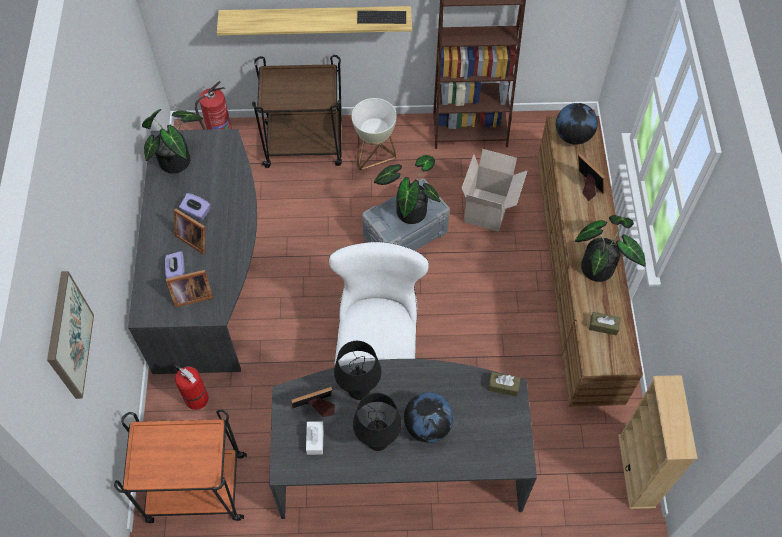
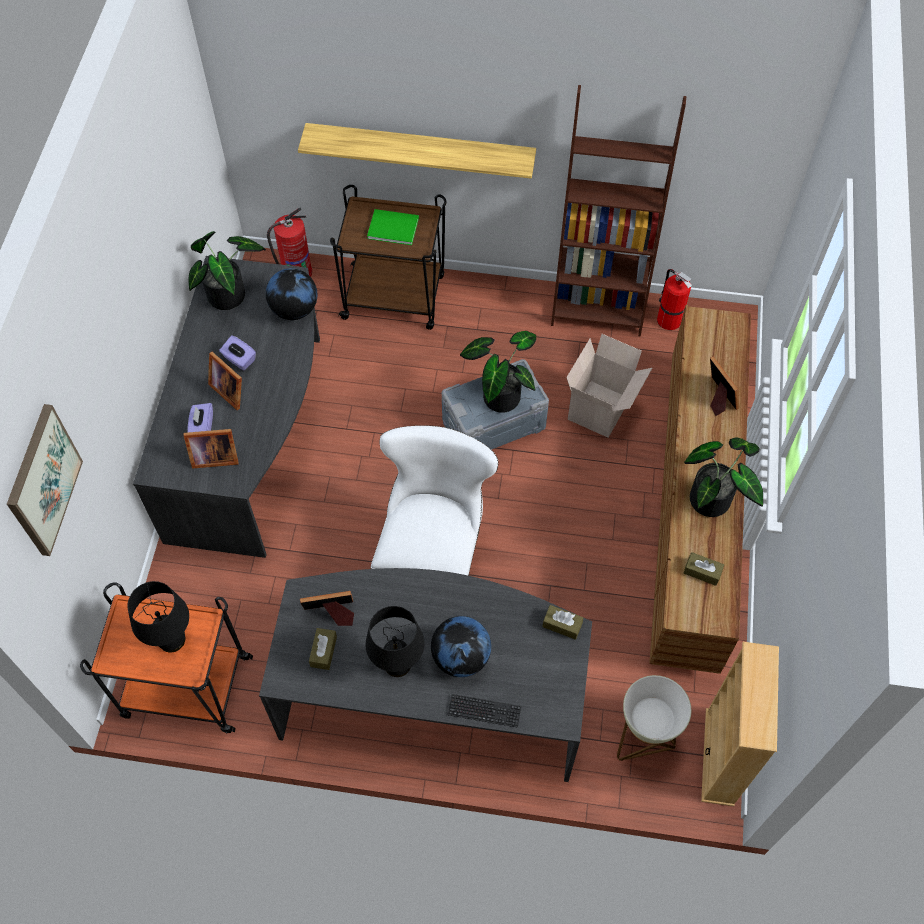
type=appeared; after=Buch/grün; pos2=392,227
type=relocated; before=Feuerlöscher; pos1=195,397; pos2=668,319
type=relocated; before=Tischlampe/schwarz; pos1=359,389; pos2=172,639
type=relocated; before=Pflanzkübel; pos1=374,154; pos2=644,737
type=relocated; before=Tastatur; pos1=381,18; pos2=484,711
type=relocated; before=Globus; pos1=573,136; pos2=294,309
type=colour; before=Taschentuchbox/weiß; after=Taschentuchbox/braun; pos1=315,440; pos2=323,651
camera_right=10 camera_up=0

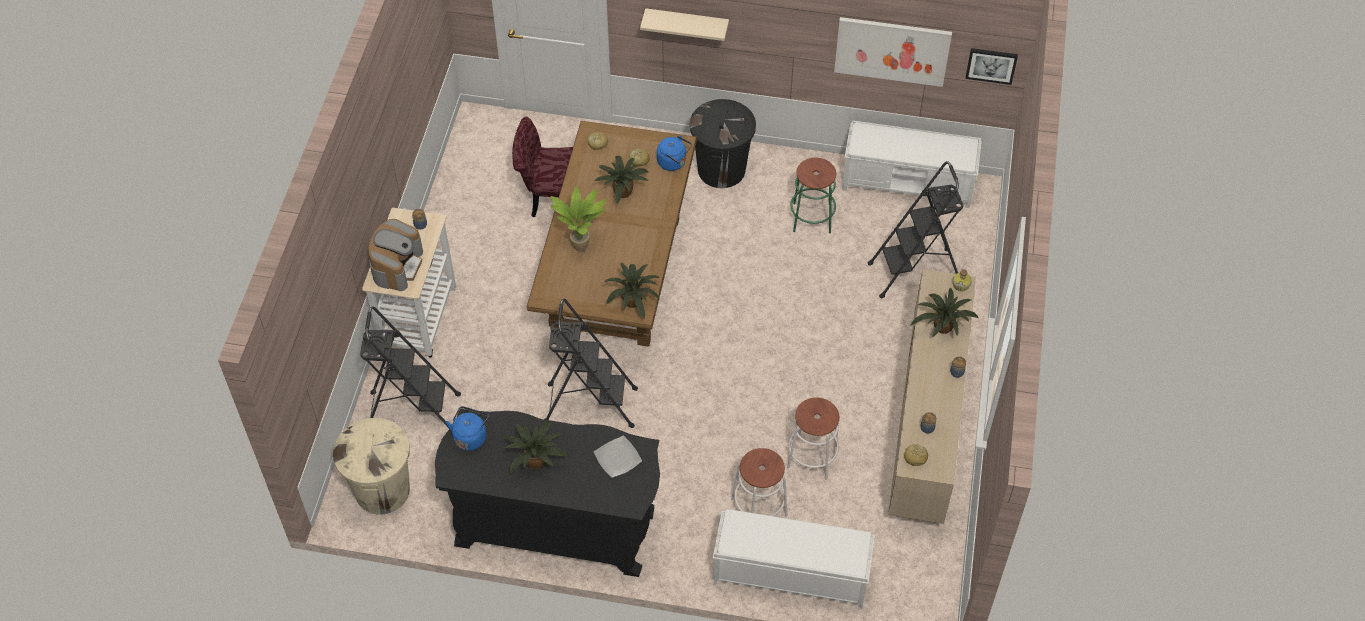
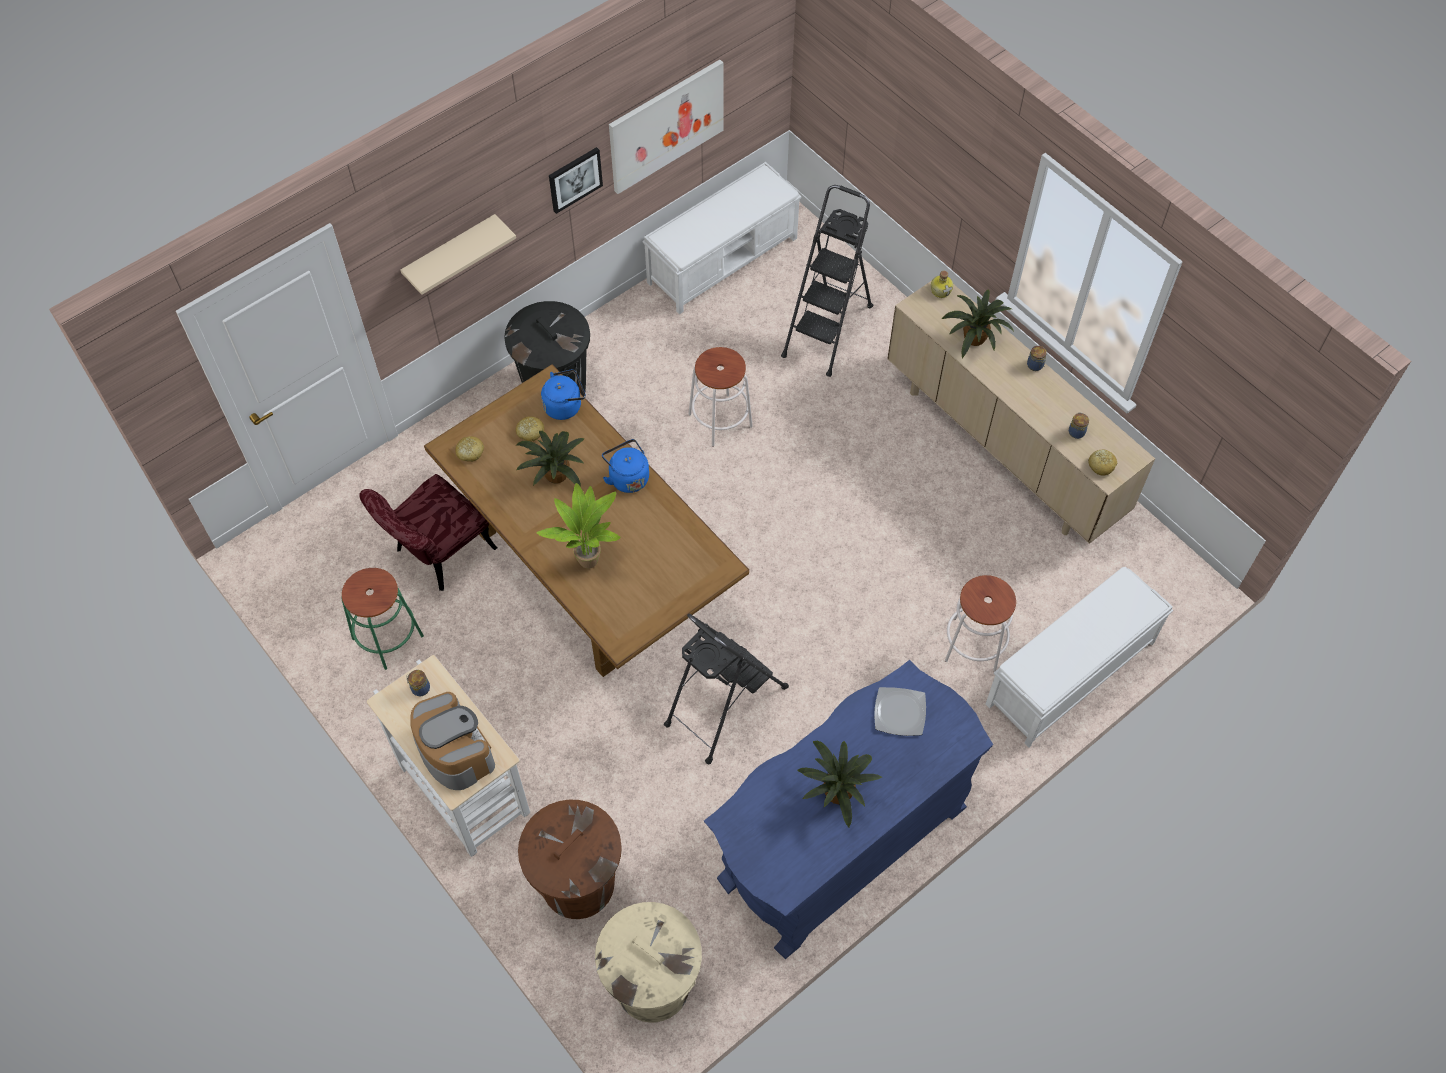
type=missing; before=Topfpflanze; pos1=633,302
type=relocated; before=Wasserkessel/blau; pos1=470,436; pos2=627,477
type=relocated; before=Hocker/weiß; pos1=812,457; pos2=720,420
type=relocated; before=Hocker/grün; pos1=812,218; pos2=388,637
type=relocated; before=Bild; pos1=991,65; pos2=574,179
type=exchanged; before=Trittleiter; after=Mülleimer/braun; pos1=411,411; pos2=577,883
type=colour; before=Kommode/schwarz; after=Kommode/blau; pos1=556,522; pos2=838,838
camera_right=-50 camera_up=5

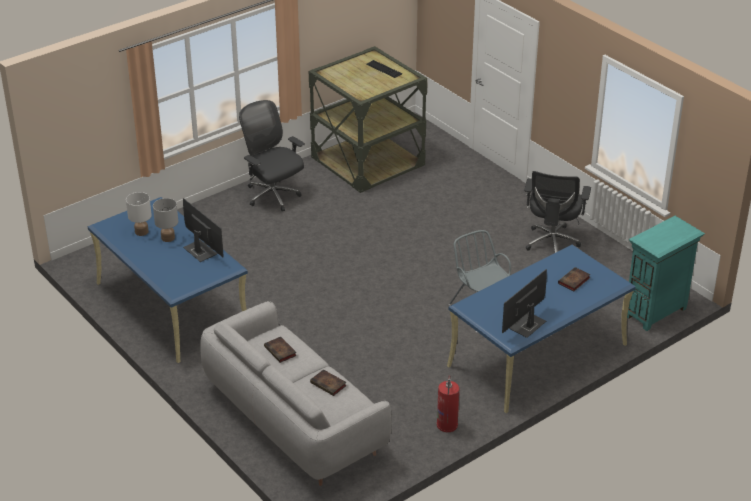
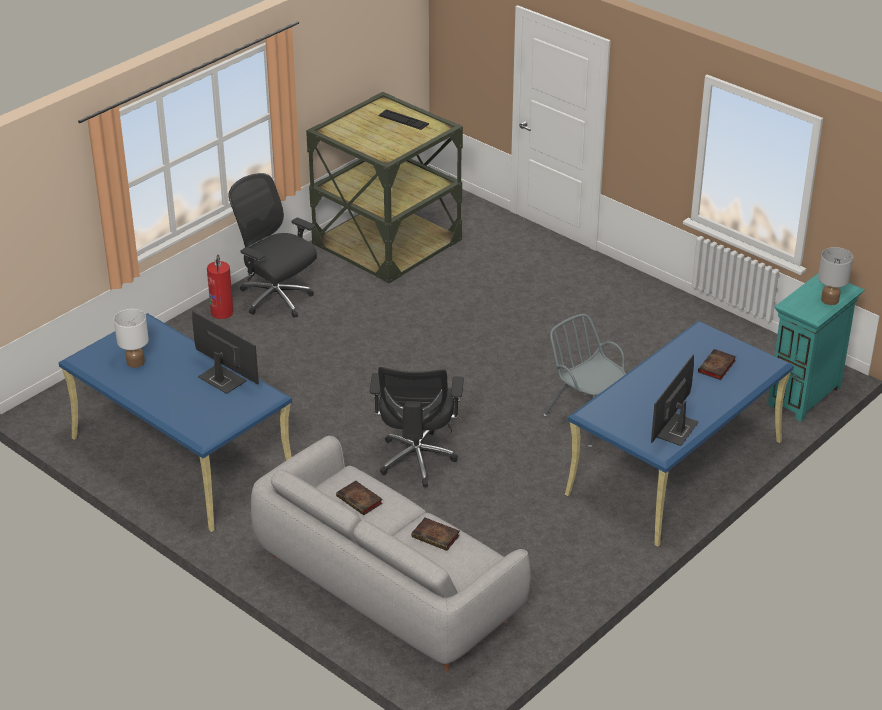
type=relocated; before=Tischlampe/grau; pos1=168,238; pos2=830,300
type=relocated; before=Feuerlöscher; pos1=447,424; pos2=222,312
type=relocated; before=Bürostuhl; pos1=552,242; pos2=416,458
camera_right=-10 camera_up=0

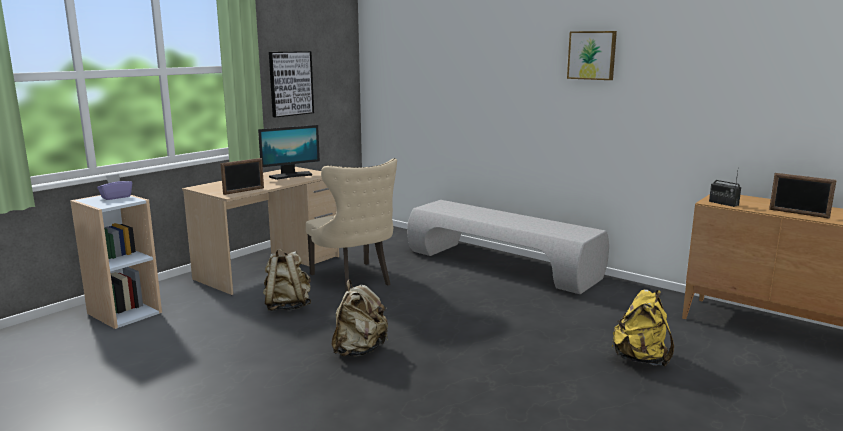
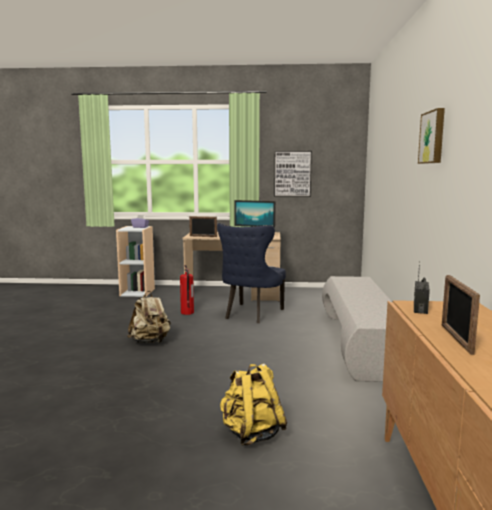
type=exchanged; before=Rucksack/beige; after=Feuerlöscher; pos1=287,306; pos2=187,312
type=colour; before=Stuhl/beige; after=Stuhl/blau; pos1=354,279; pos2=251,314
camera_right=55 camera_up=-5

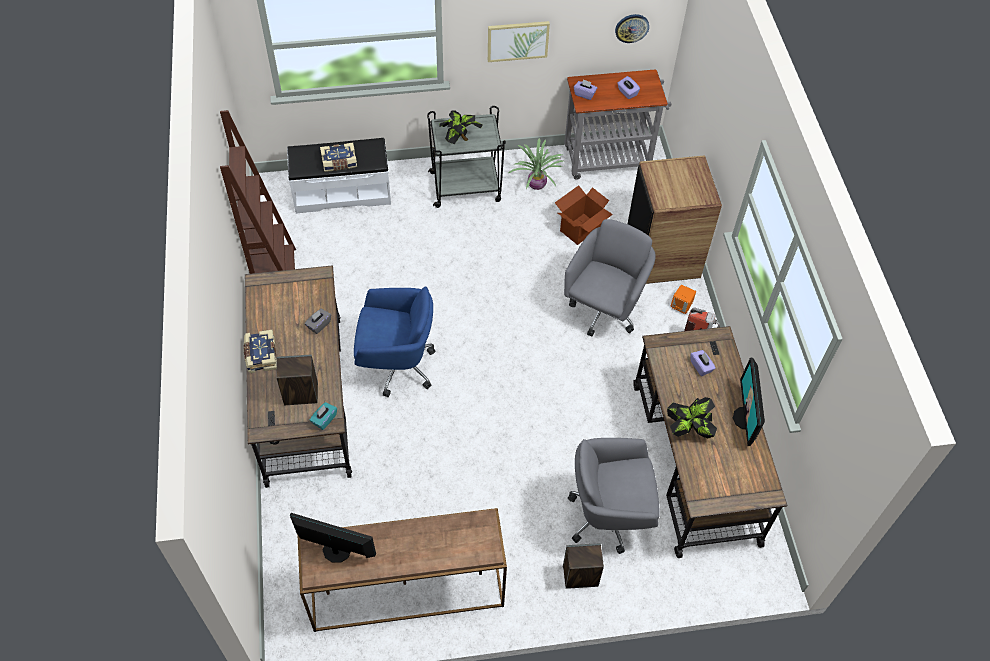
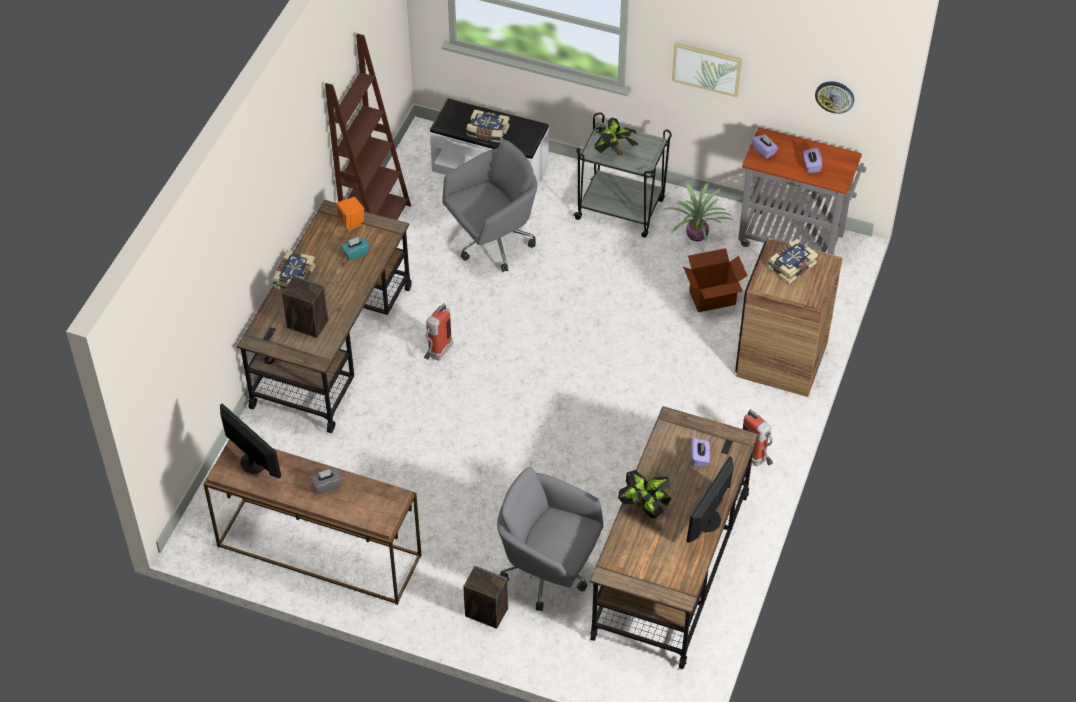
type=appeared; after=Buch; pos2=790,265
type=relocated; before=Taschentuchbox/grau; pos1=319,325; pos2=327,485
type=relocated; before=Taschentuchbox/türkis; pos1=324,419; pos2=355,253
type=relocated; before=Bürostuhl/grau; pos1=603,313; pos2=492,246
type=relocated; before=Lautsprecher/orange; pos1=681,306; pos2=351,222
type=exchanged; before=Bürostuhl/blau; after=Feuerlöscher; pos1=397,367; pos2=437,354
camera_right=30 camera_up=-5

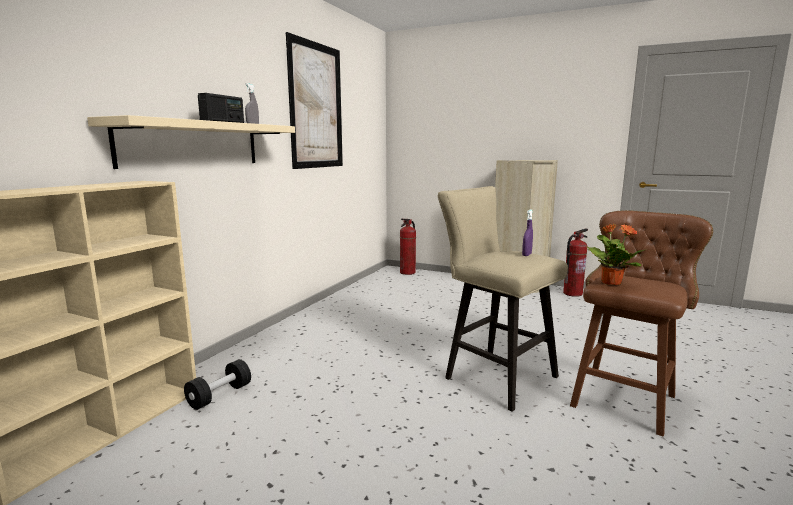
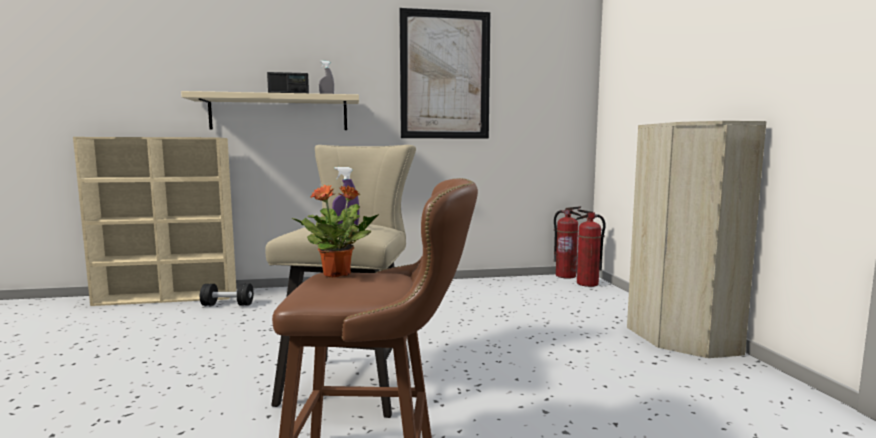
type=relocated; before=Feuerlöscher; pos1=572,293; pos2=565,276
camera_right=55 camera_up=-5

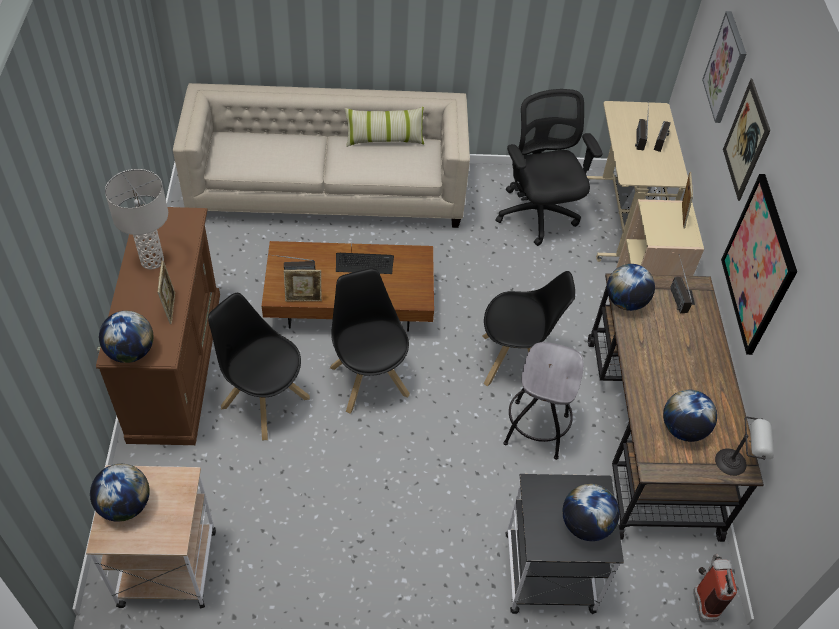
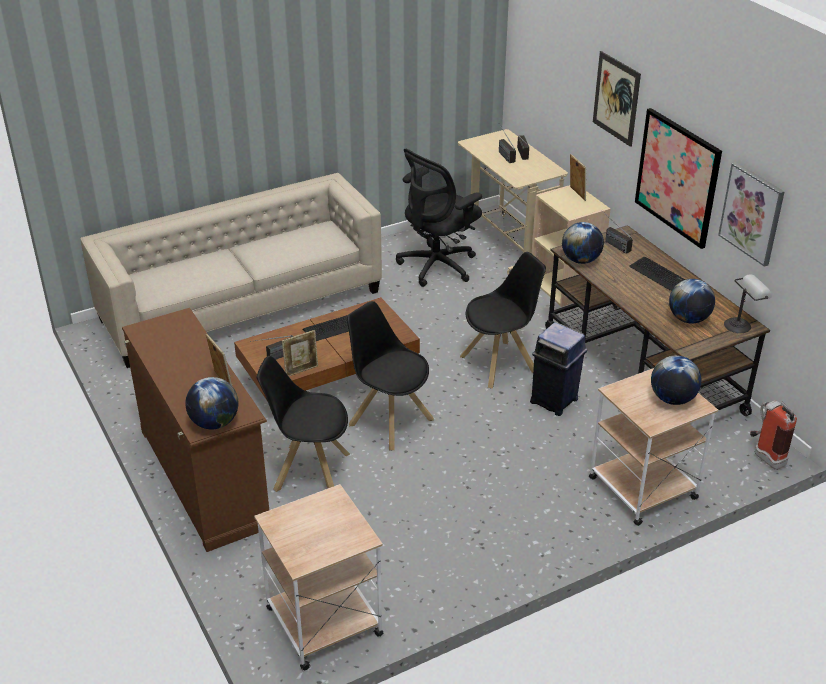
type=missing; before=Globus; pos1=125,505
type=missing; before=Tischlampe/weiß; pos1=152,260
type=missing; before=Kissen; pos1=384,139
type=appeared; after=Tastatur; pos2=658,274
type=relocated; before=Bild; pos1=726,67; pos2=752,213
type=exchanged; before=Hocker/grau; after=Mülleimer/blau; pos1=536,429; pos2=554,401
type=colour; before=Rollwagen/schwarz; after=Rollwagen/beige; pos1=547,573; pos2=641,489
type=spun; before=Bürostuhl/schwarz; pos1=539,217; pos2=440,263; turn=-90
camera_right=-25 camera_up=-15

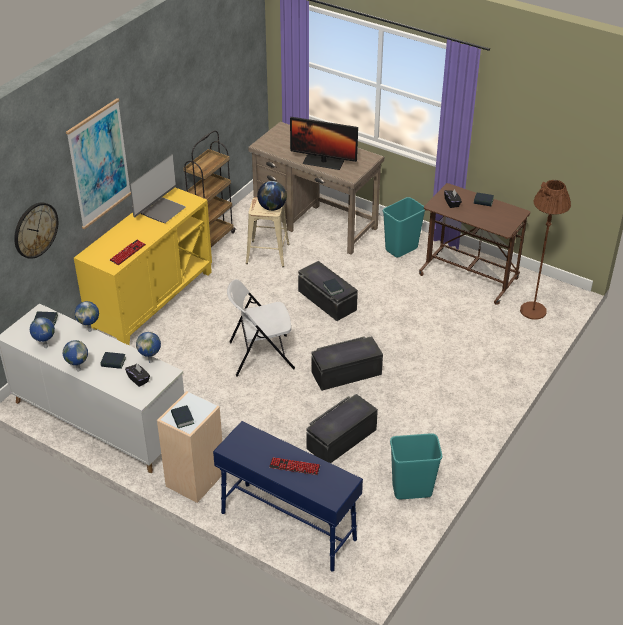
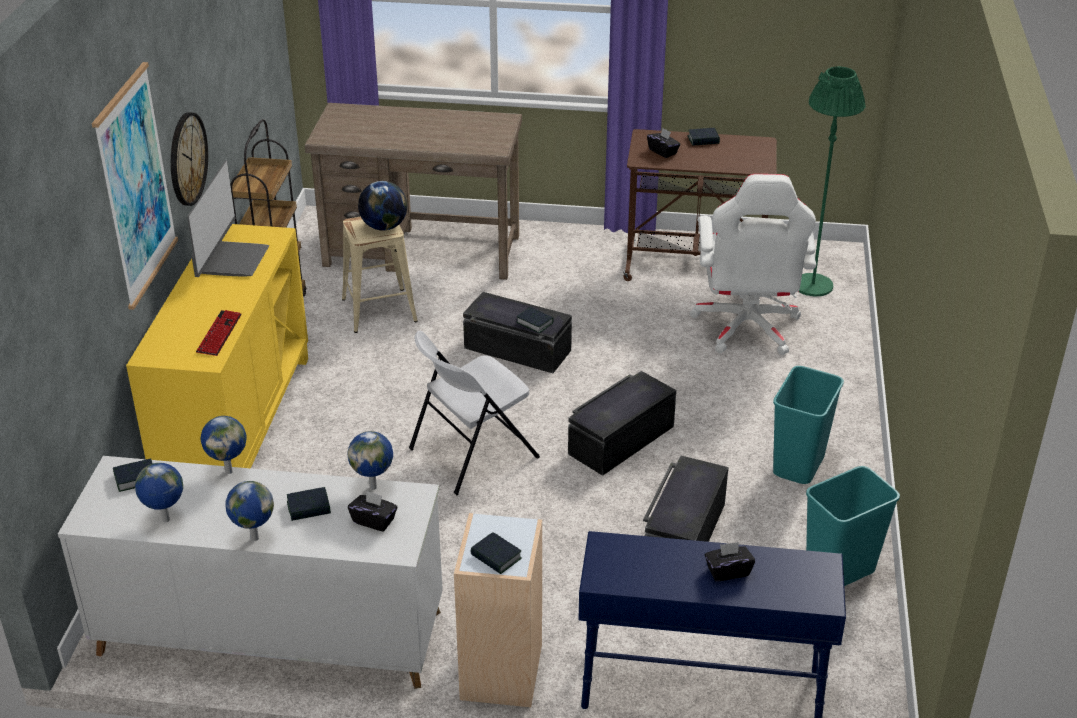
type=missing; before=Monitor; pos1=323,162
type=appeared; after=Bürostuhl/weiß; pos2=746,326
type=relocated; before=Wanduhr; pos1=35,230; pos2=187,159
type=relocated; before=Mülleimer/türkis; pos1=401,249; pos2=799,466
type=exchanged; before=Tastatur; after=Taschentuchbox/schwarz; pos1=294,467; pos2=728,571
type=colour; before=Stehlampe/braun; after=Stehlampe/grün; pos1=533,311; pos2=813,285
camera_right=-25 camera_up=-5

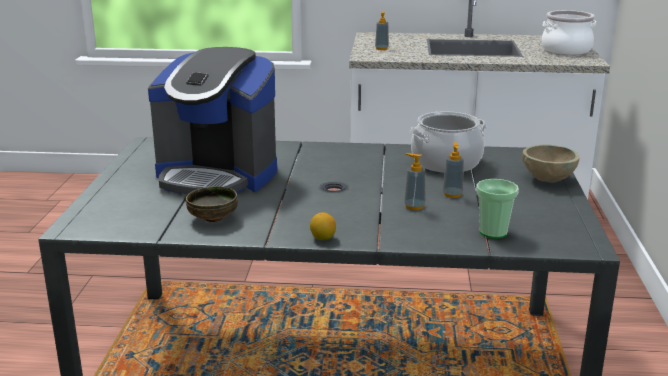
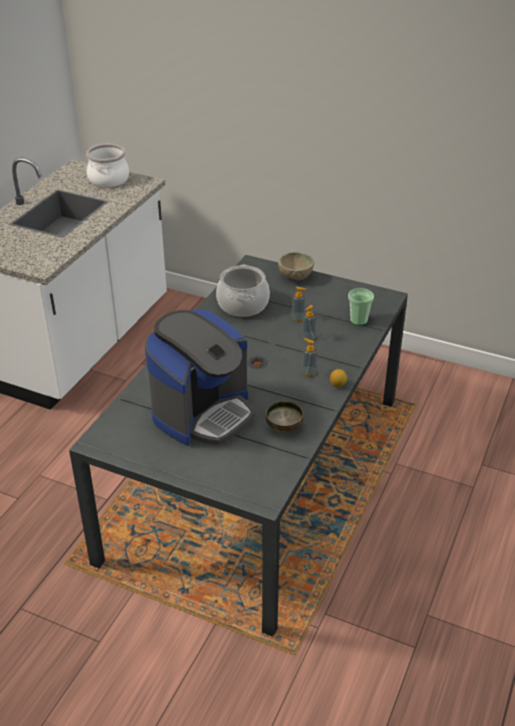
type=relocated; before=Seifenspender; pos1=381,49; pos2=309,372
camera_right=-70 camera_up=15

